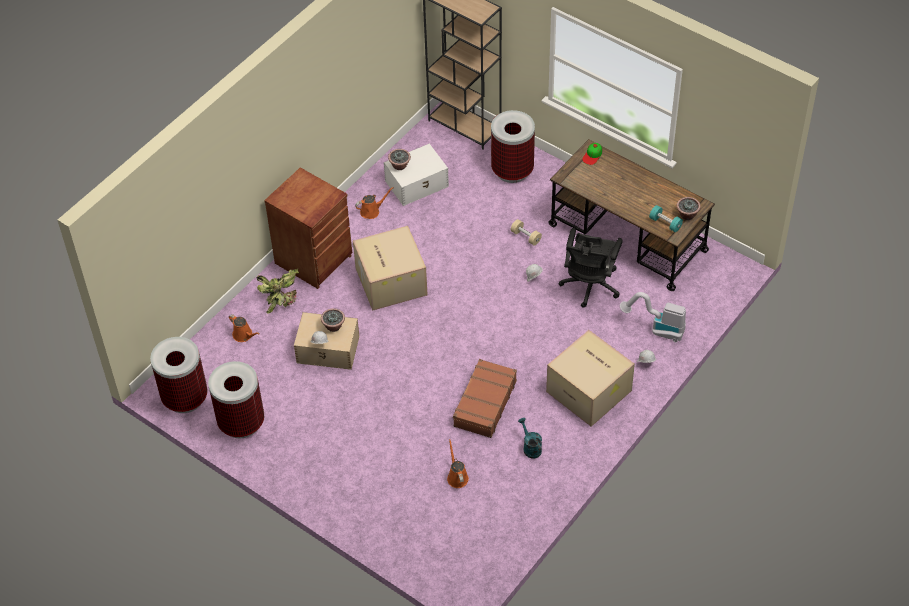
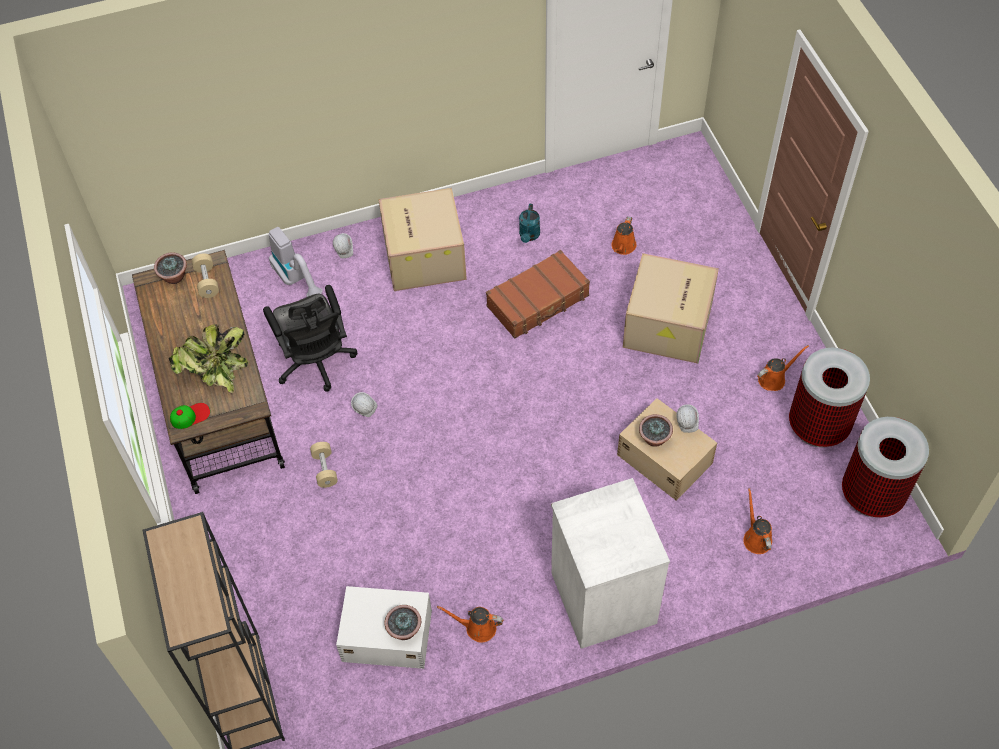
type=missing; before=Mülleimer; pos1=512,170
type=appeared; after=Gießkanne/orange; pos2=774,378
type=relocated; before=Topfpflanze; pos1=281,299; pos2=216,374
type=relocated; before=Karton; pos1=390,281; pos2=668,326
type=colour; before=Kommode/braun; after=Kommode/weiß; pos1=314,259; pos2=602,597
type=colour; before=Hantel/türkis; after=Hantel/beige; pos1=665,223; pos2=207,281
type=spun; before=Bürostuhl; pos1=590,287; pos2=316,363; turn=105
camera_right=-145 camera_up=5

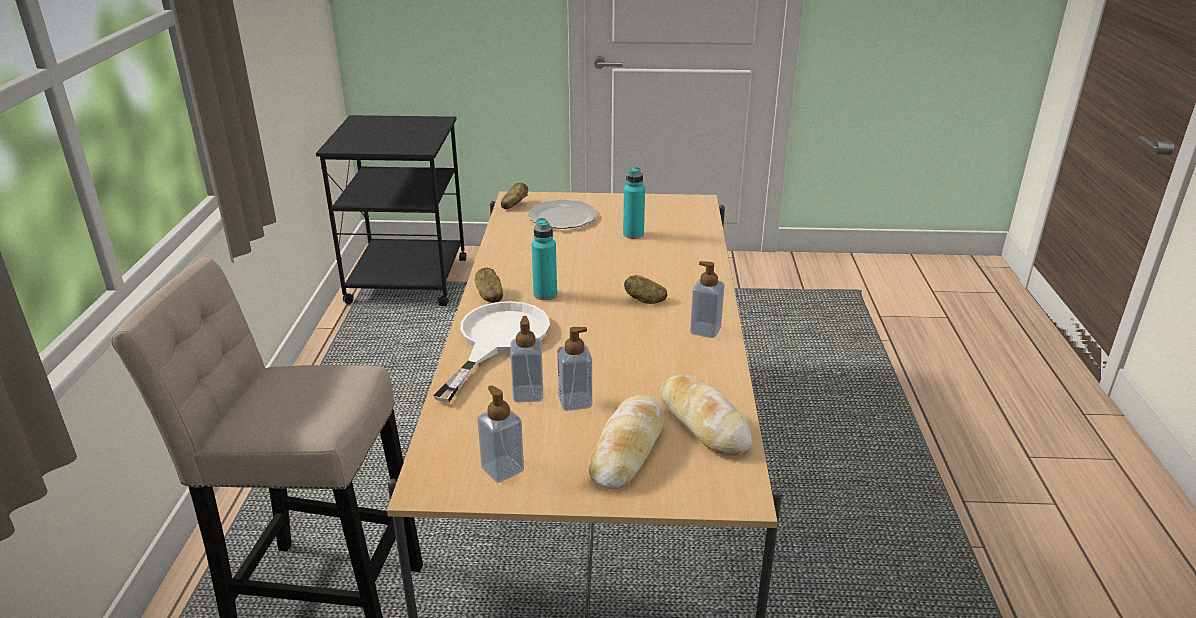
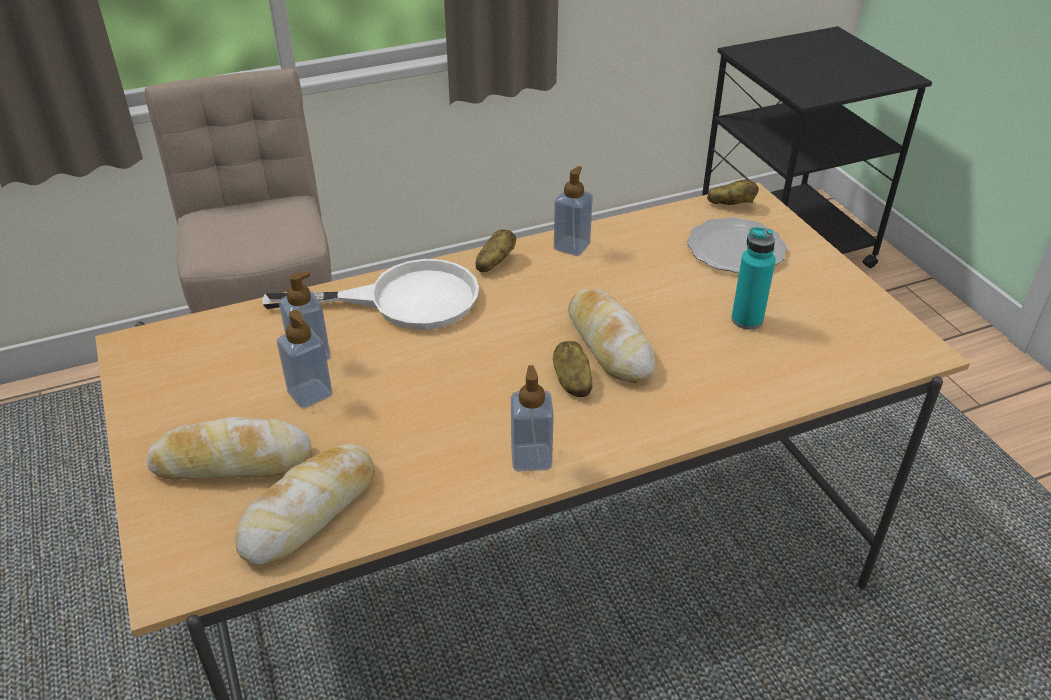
type=missing; before=Flasche/türkis; pos1=545,294
type=appeared; after=Brot; pos2=609,343
type=relocated; before=Seifenspender; pos1=502,469; pos2=571,246
camera_right=65 camera_up=10

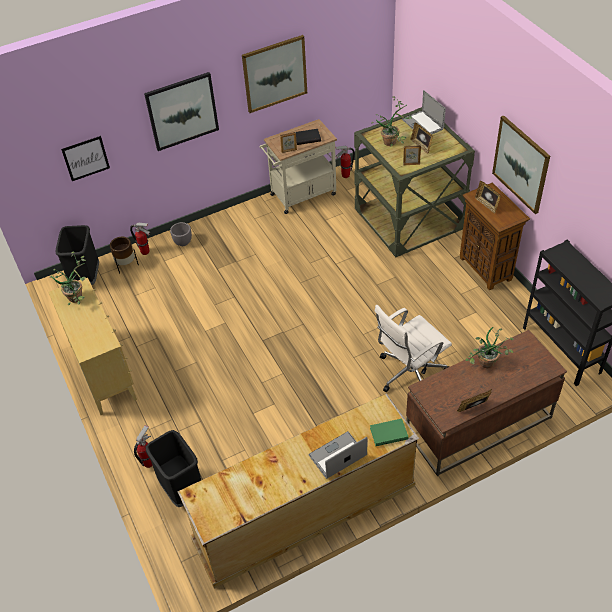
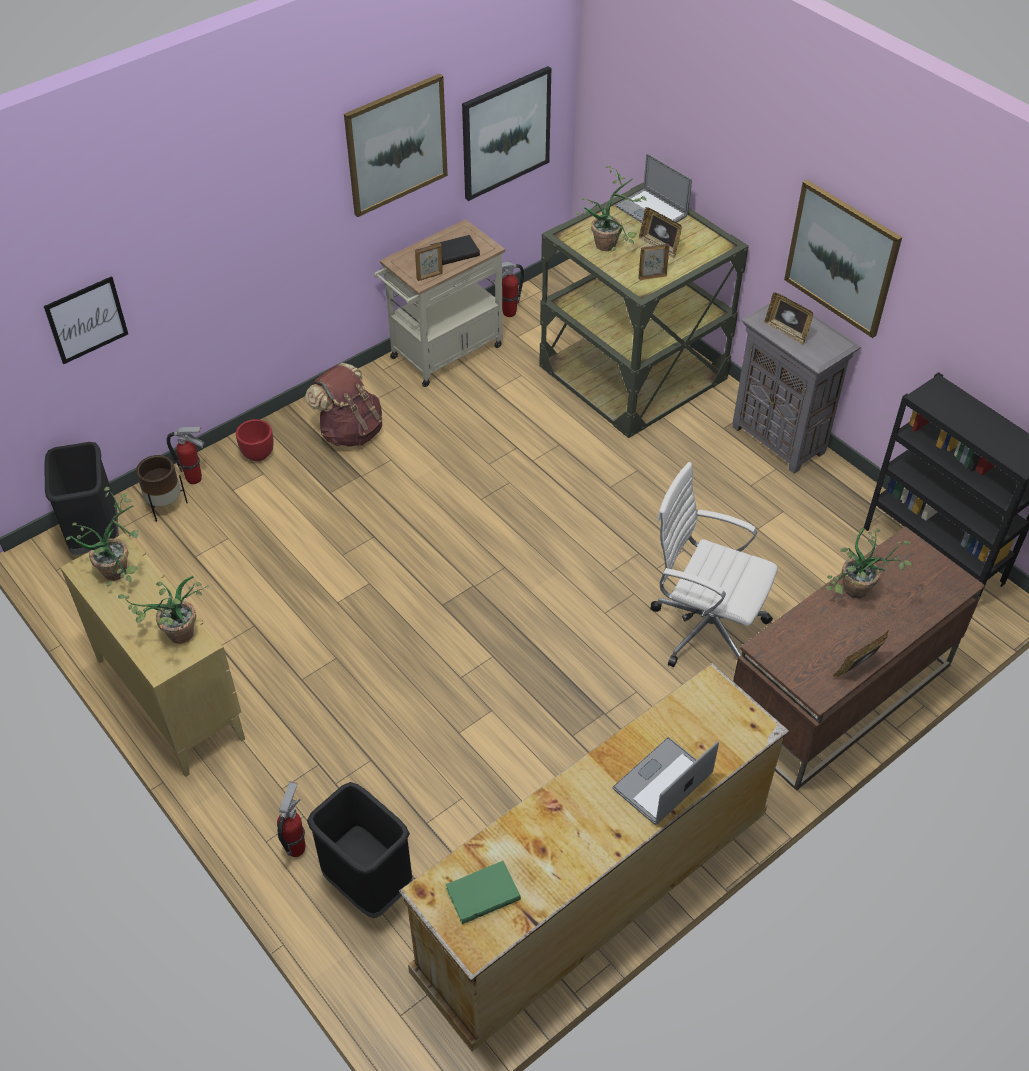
type=appeared; after=Topfpflanze; pos2=174,637
type=appeared; after=Rucksack/braun; pos2=350,431
type=relocated; before=Bild; pos1=182,111; pos2=506,133
type=relocated; before=Buch/grün; pos1=388,433; pos2=482,892
type=colour; before=Pflanzkübel/grau; after=Pflanzkübel/rot; pos1=183,242; pos2=258,455
type=colour; before=Schrank/braun; after=Schrank/grau; pos1=486,269; pos2=780,440
type=spun; before=Bürostuhl/weiß; pos1=409,374; pos2=705,627; turn=75
camera_right=-15 camera_up=0

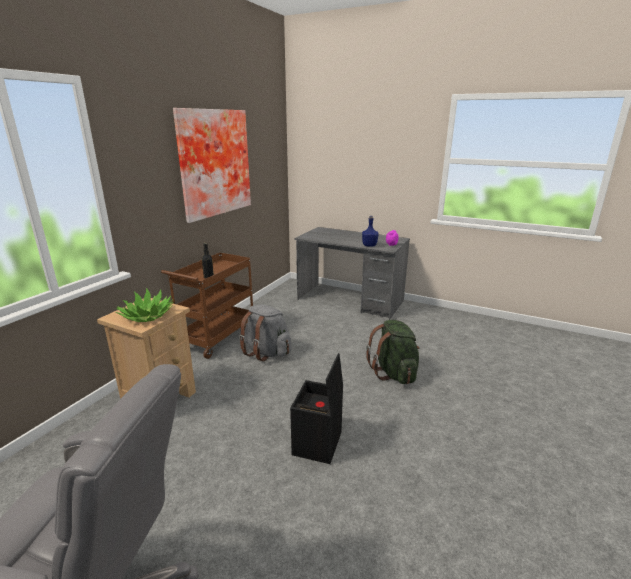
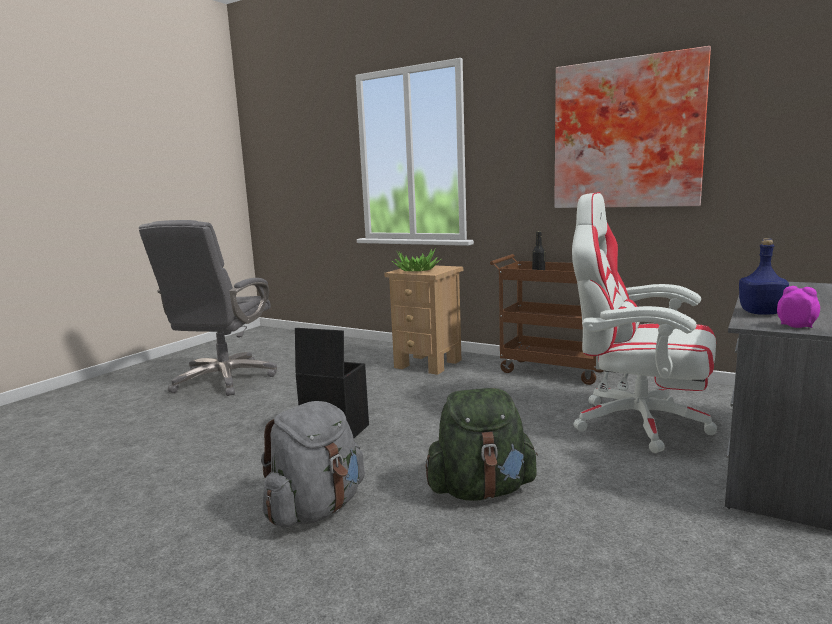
type=appeared; after=Bürostuhl/weiß; pos2=640,423
type=relocated; before=Rucksack/grau; pos1=266,352; pos2=316,509
camera_right=95 camera_up=-10

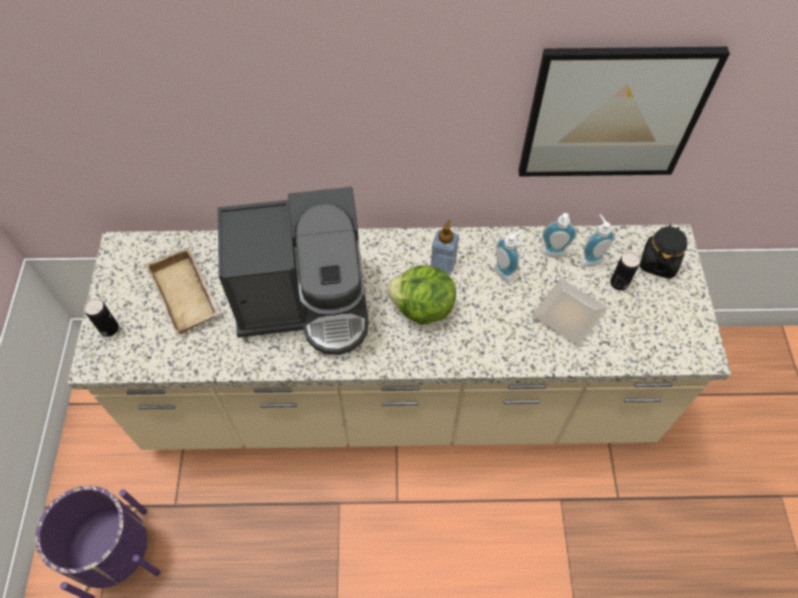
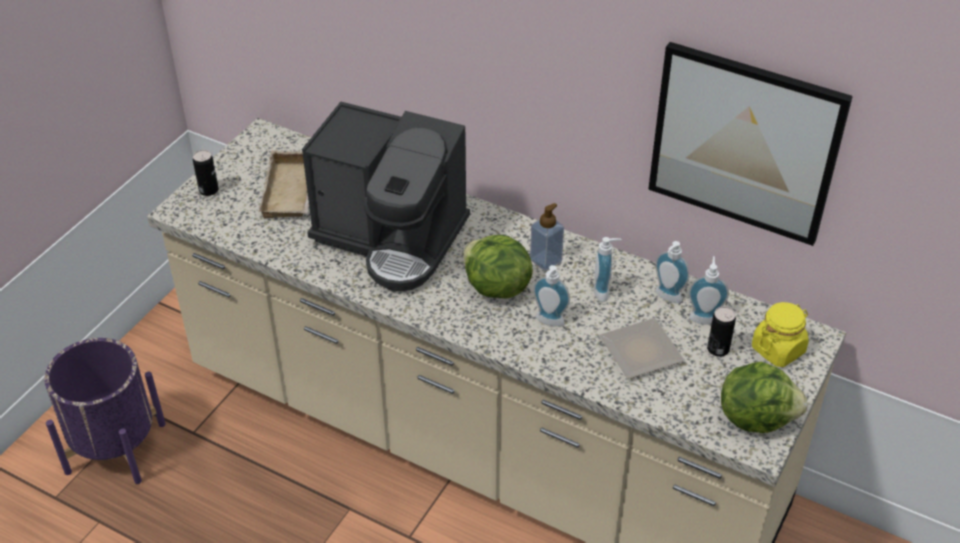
type=appeared; after=Seifenspender; pos2=548,322
type=appeared; after=Salatkopf; pos2=755,417
type=colour; before=Vorratsglas/schwarz; after=Vorratsglas/gelb; pos1=658,262; pos2=778,349
camera_right=30 camera_up=-15

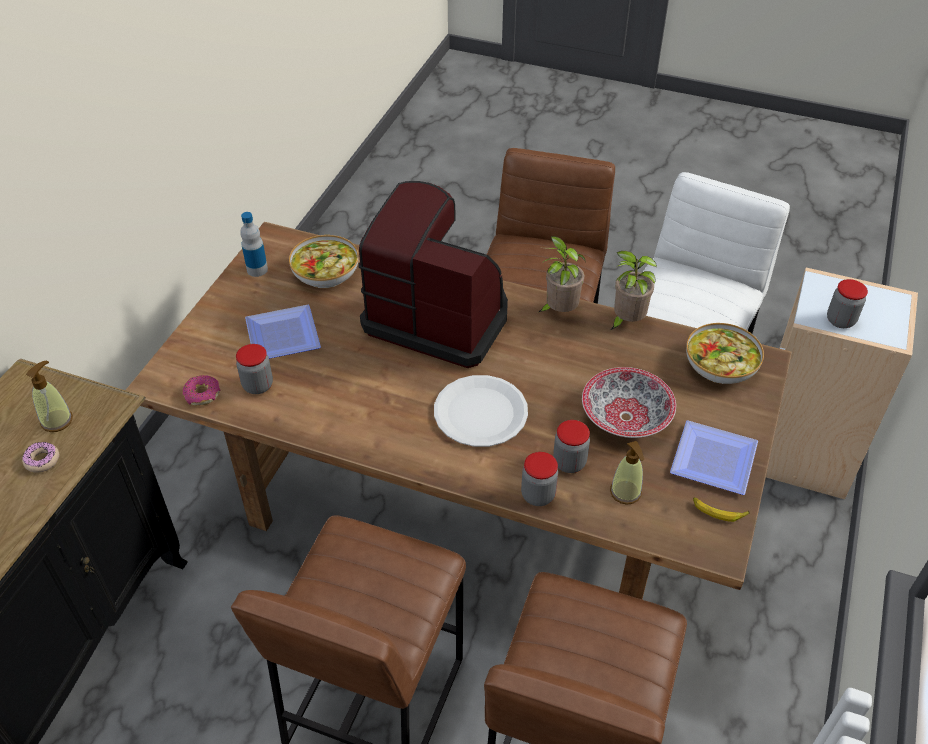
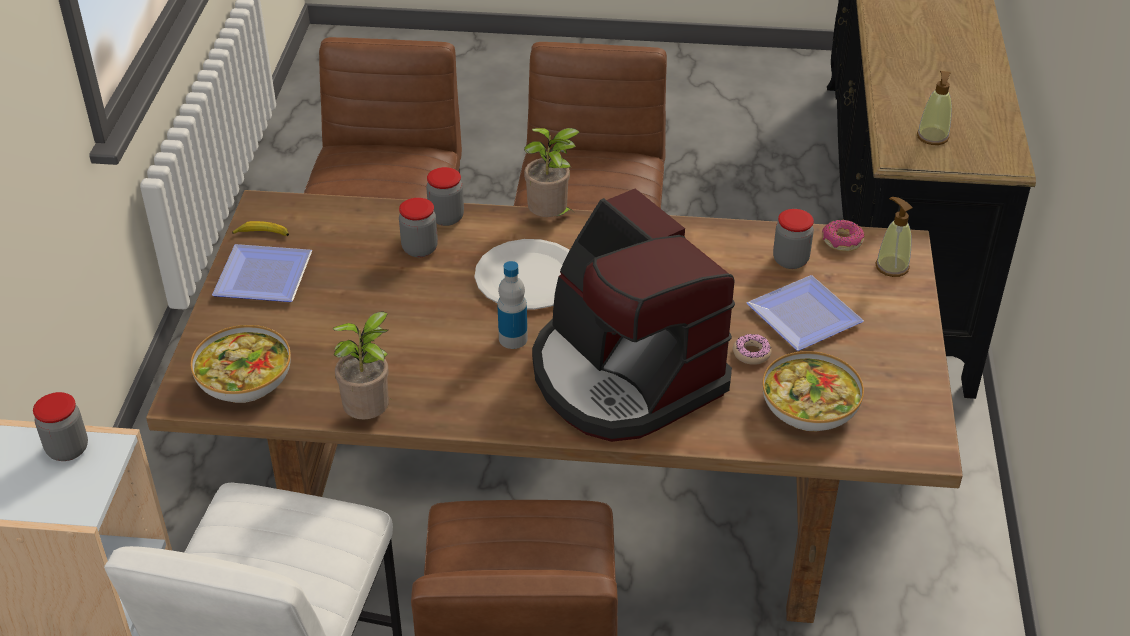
type=missing; before=Schüssel; pos1=626,418
type=relocated; before=Donut; pos1=42,460; pos2=751,353
type=relocated; before=Flasche; pos1=257,269; pos2=513,339
type=relocated; before=Topfpflanze; pos1=559,311; pos2=550,218
type=relocated; before=Seifenspender; pos1=625,492; pos2=891,266
type=spun; before=Kaffeemaschine; pos1=438,317; pos2=624,375; turn=45
camera_right=165 camera_up=-5

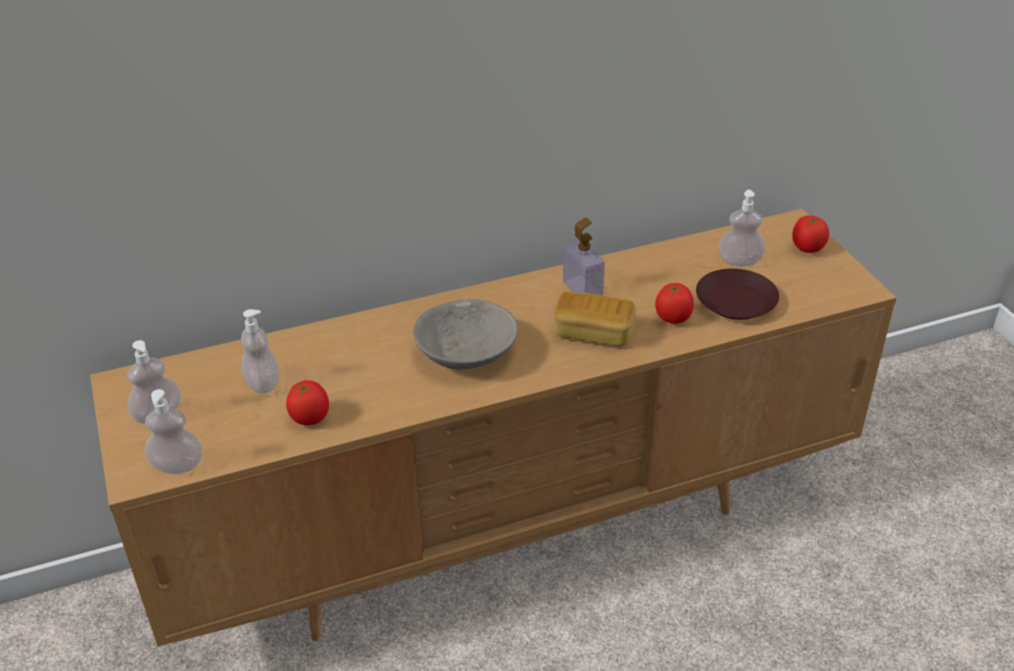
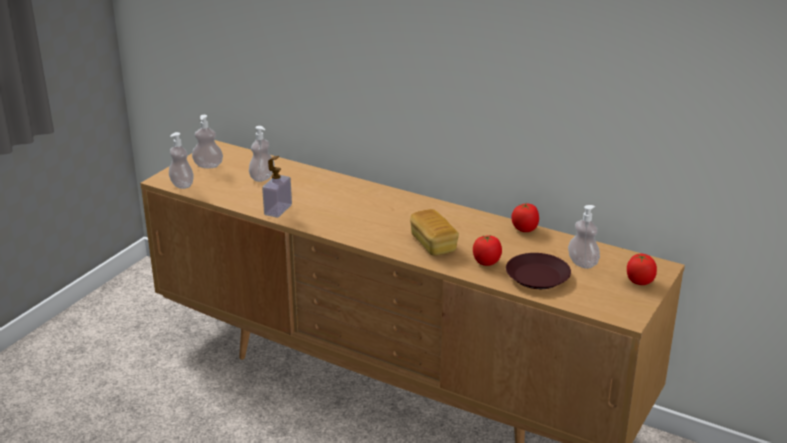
type=missing; before=Schüssel/grau; pos1=466,353
type=relocated; before=Tomate; pos1=310,418; pos2=525,229
type=relocated; before=Seifenspender; pos1=582,289; pos2=278,210
camera_right=50 camera_up=-10

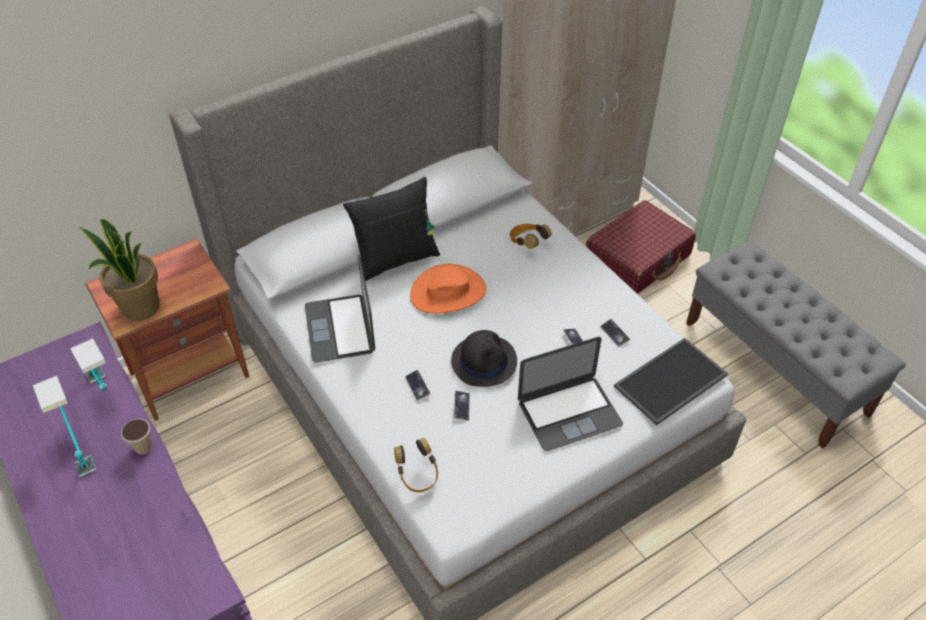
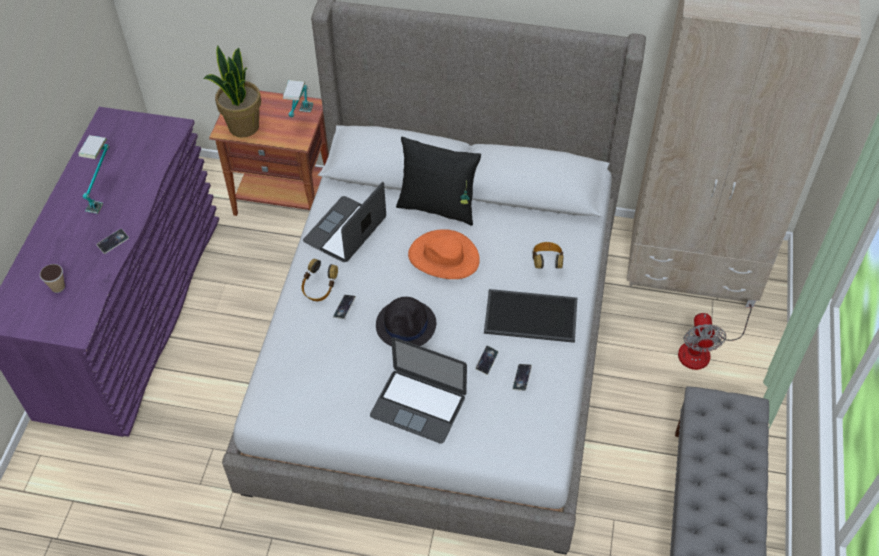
type=relocated; before=Tischlampe; pos1=105,392; pos2=301,121
type=relocated; before=Tasse; pos1=143,447; pos2=58,287
type=relocated; before=Kopfhörer; pos1=418,475; pos2=319,289
type=relocated; before=Handy; pos1=461,407; pos2=113,242
type=relocated; before=Tablett; pos1=671,382; pos2=529,317
type=exchanged; before=Koffer/rot; after=Ventilator; pos1=638,258; pos2=703,350
camera_right=45 camera_up=5

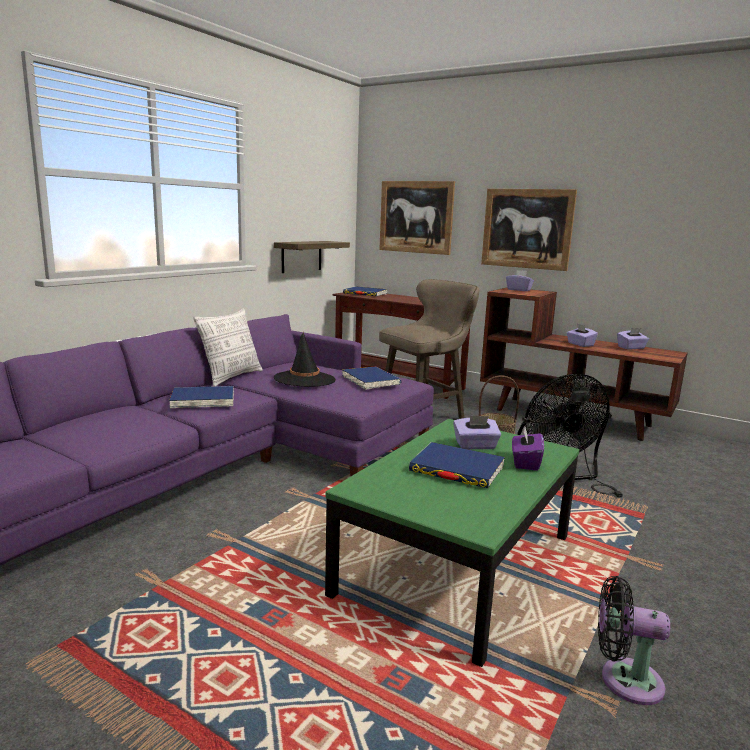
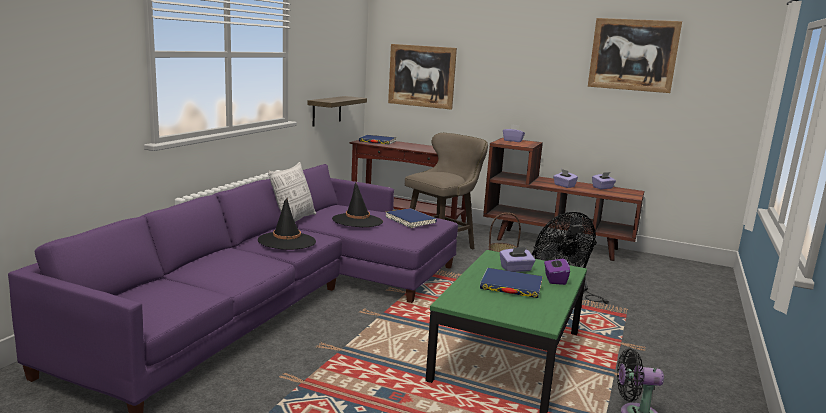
type=relocated; before=Bild; pos1=527,229; pos2=633,55
type=exchanged; before=Buch/blau; after=Hut/schwarz; pos1=203,400; pos2=287,241
camera_right=-10 camera_up=0

